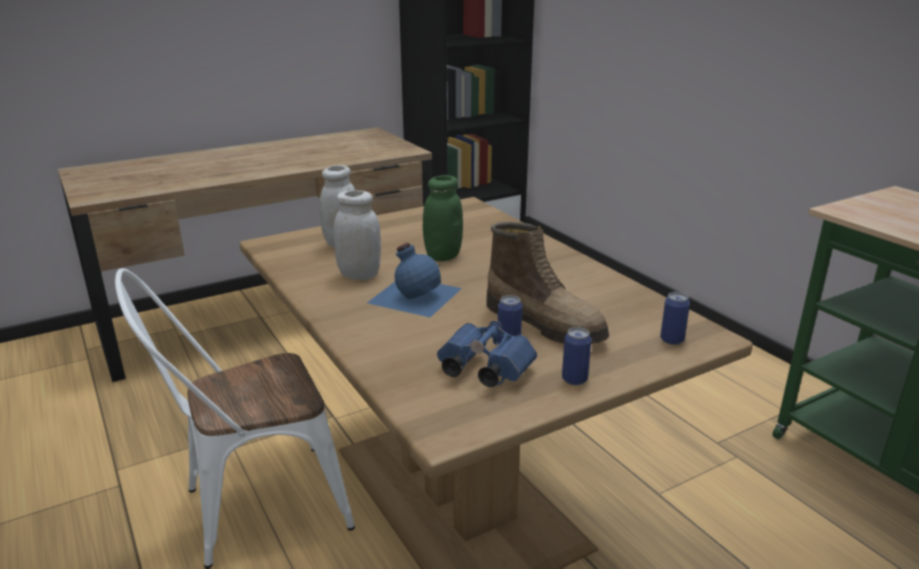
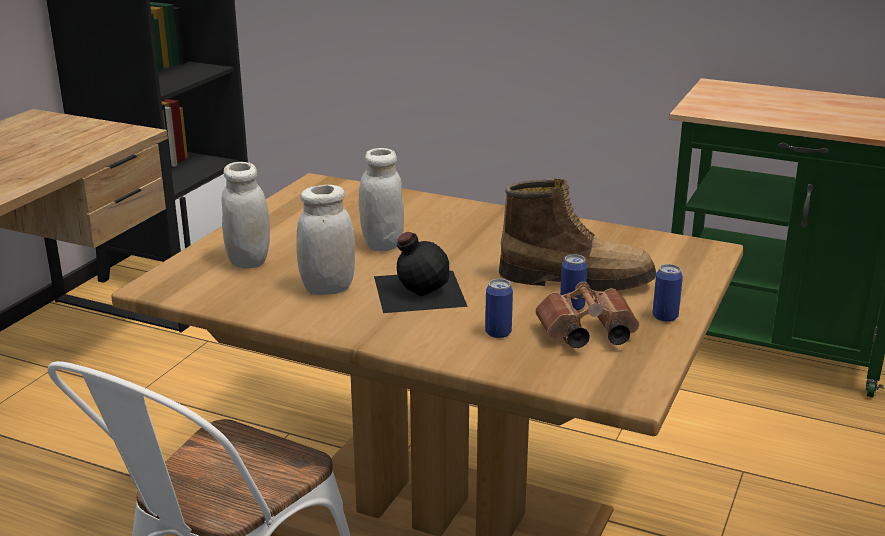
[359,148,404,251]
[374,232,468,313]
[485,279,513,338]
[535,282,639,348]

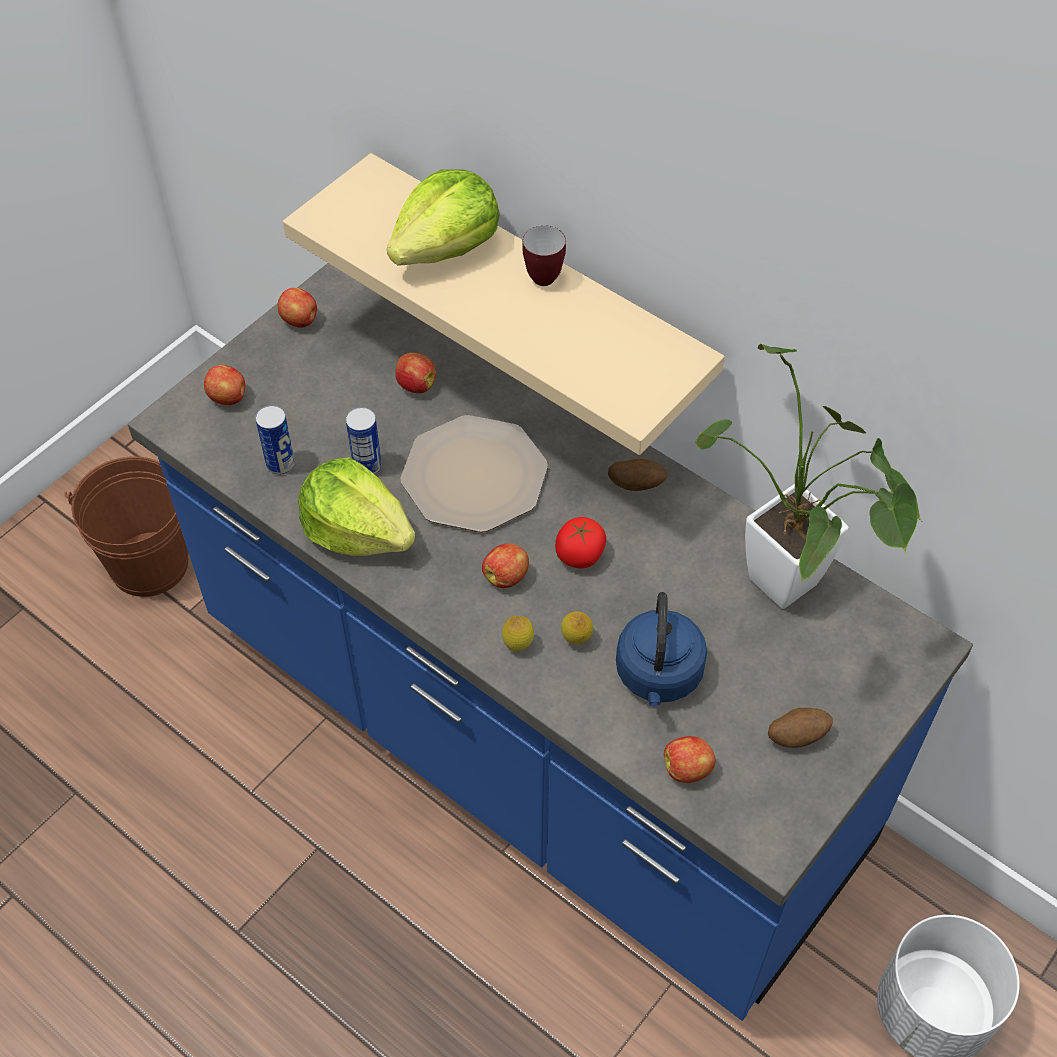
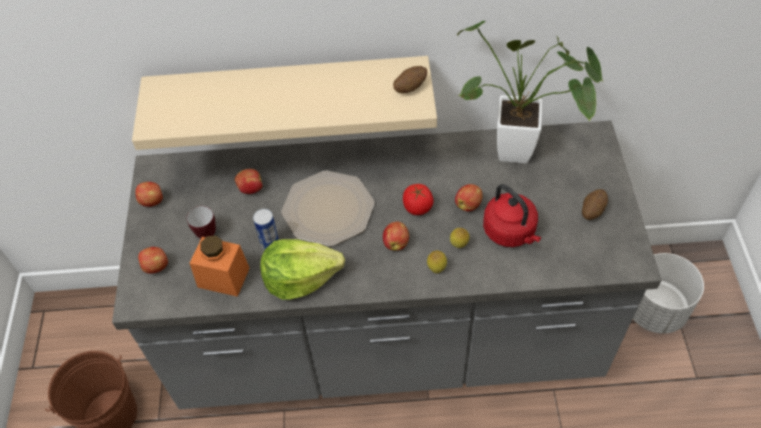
[112,121,661,409]
[187,206,216,239]
[190,235,250,297]
[393,66,427,93]
[455,184,483,212]
[483,184,541,247]
[387,170,499,265] (first image)

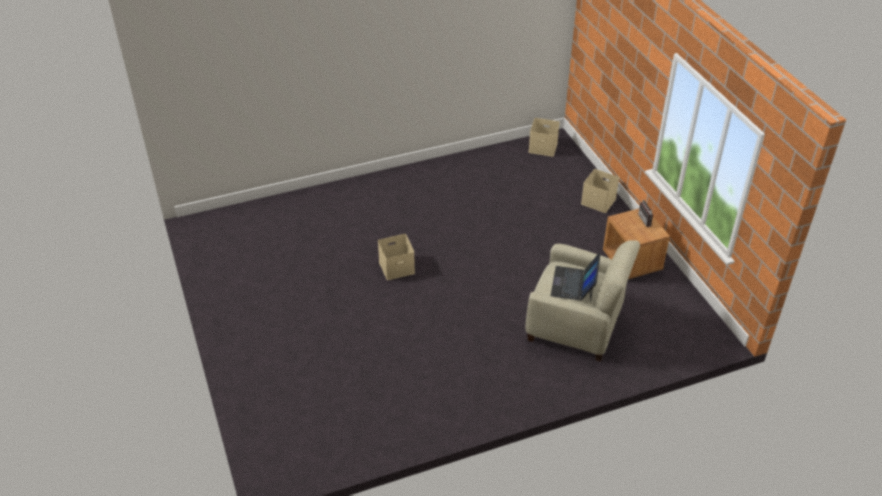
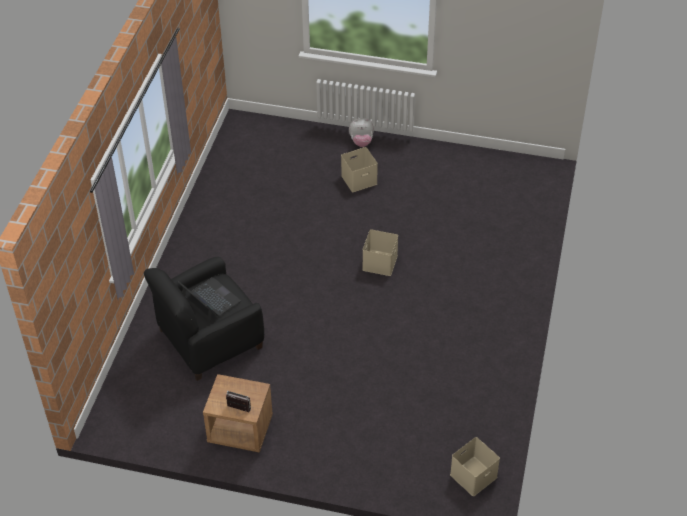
[144,257,264,381]
[341,147,378,192]
[349,118,374,147]

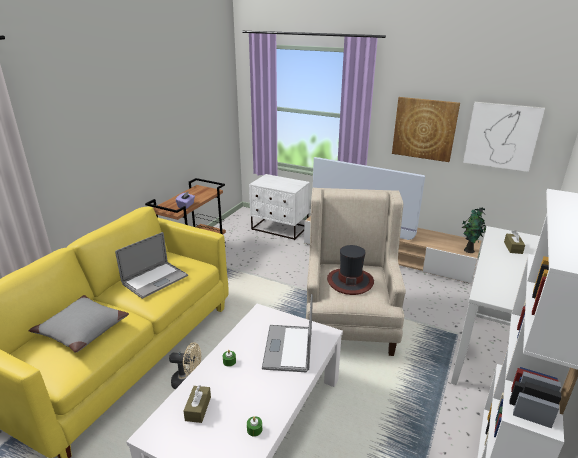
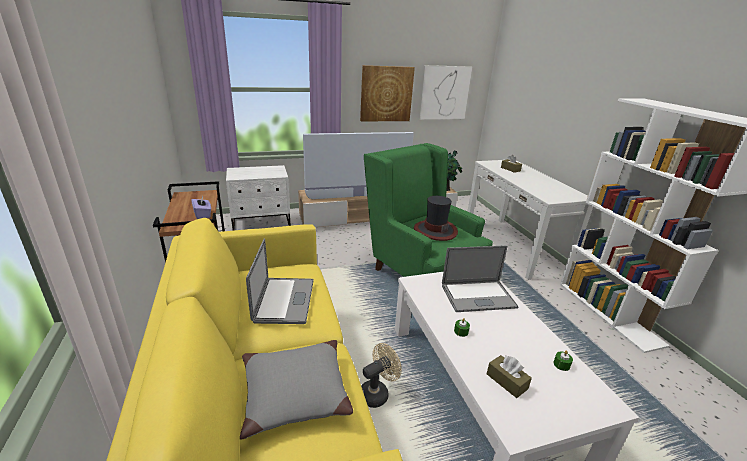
[364,143,493,277]
[442,246,519,312]

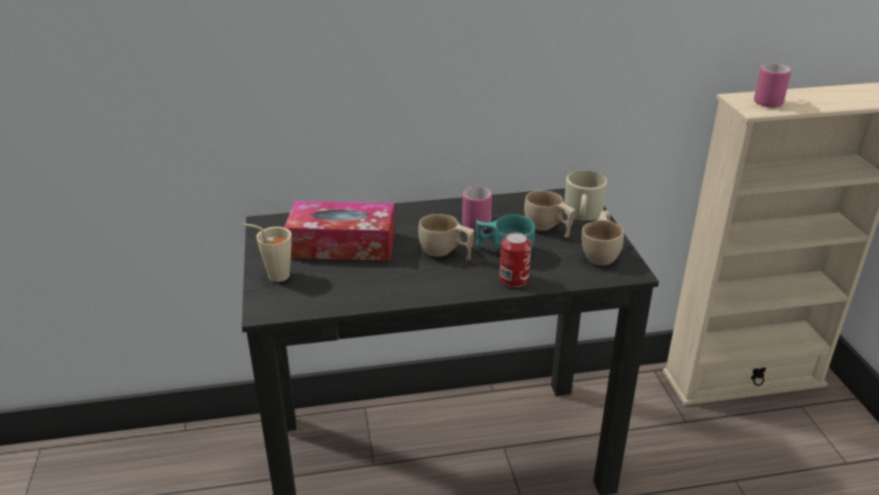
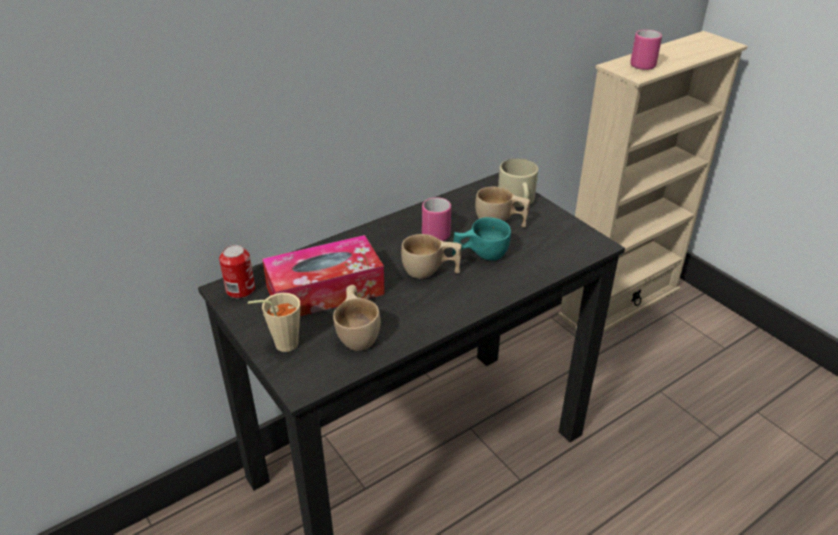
[219,245,255,299]
[333,285,381,351]

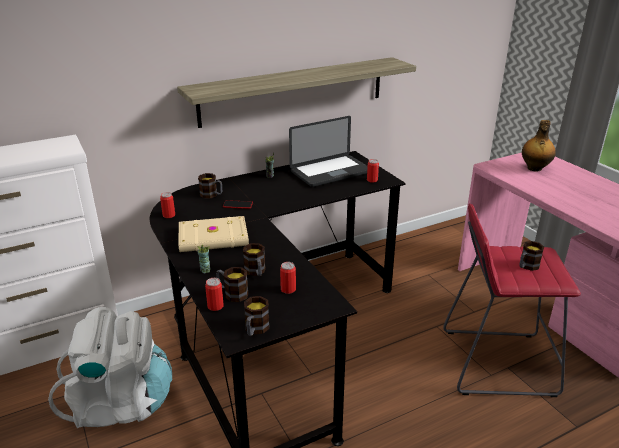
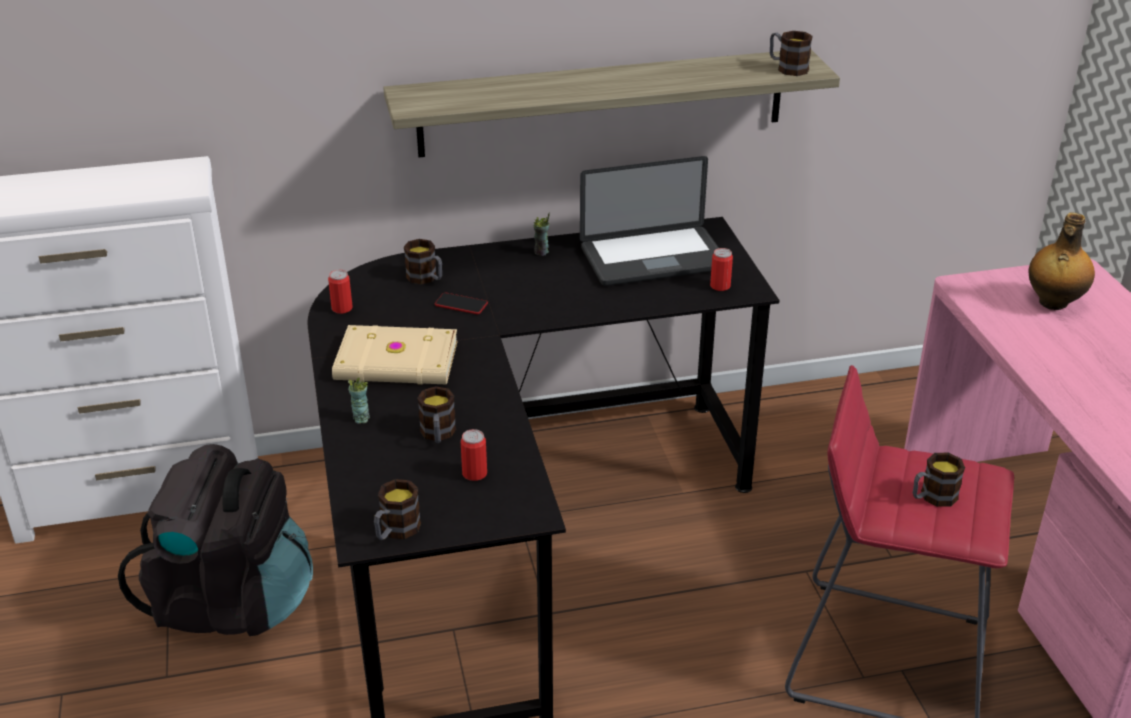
[118,444,313,636]
[770,31,813,76]
[205,278,224,311] (first image)

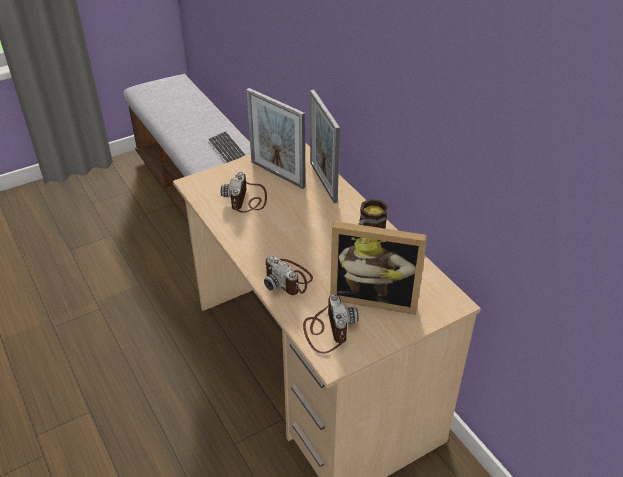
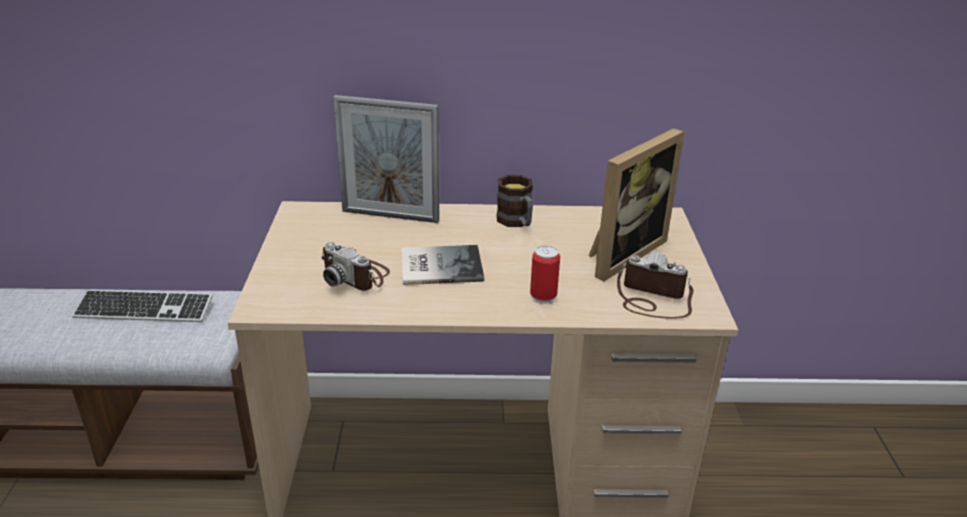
[401,245,484,285]
[530,245,560,304]
[246,88,305,189] (first image)

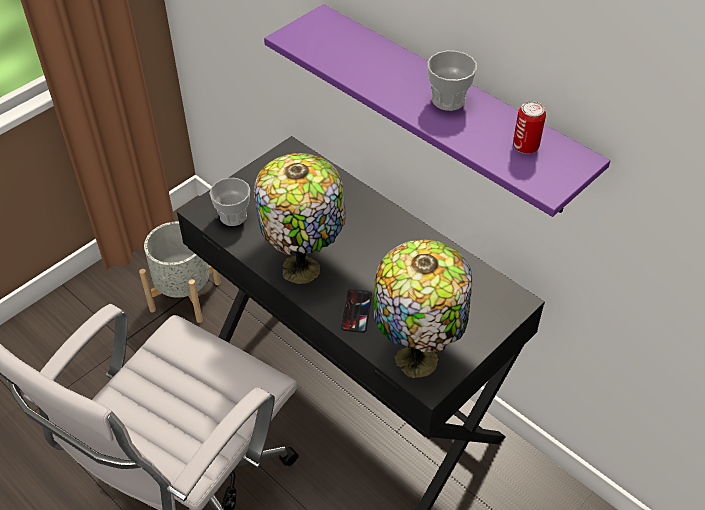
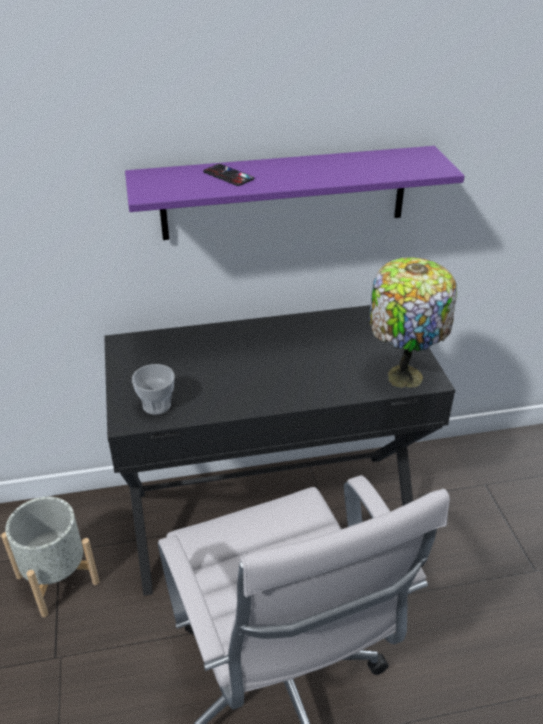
[203,164,254,186]
[254,153,346,284] (first image)
[427,51,477,111] (first image)
[513,101,546,154] (first image)

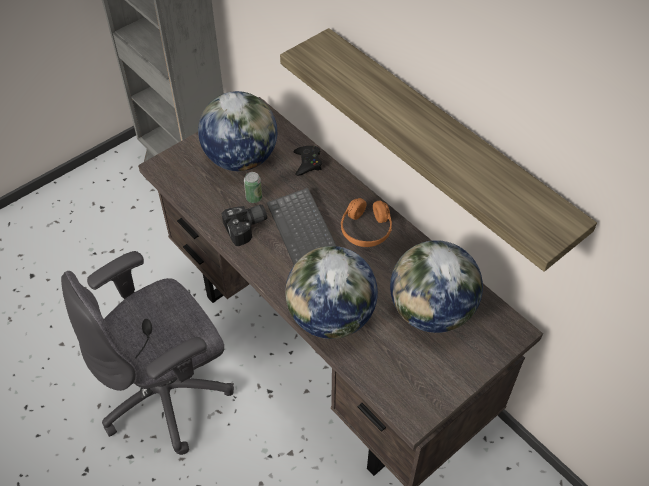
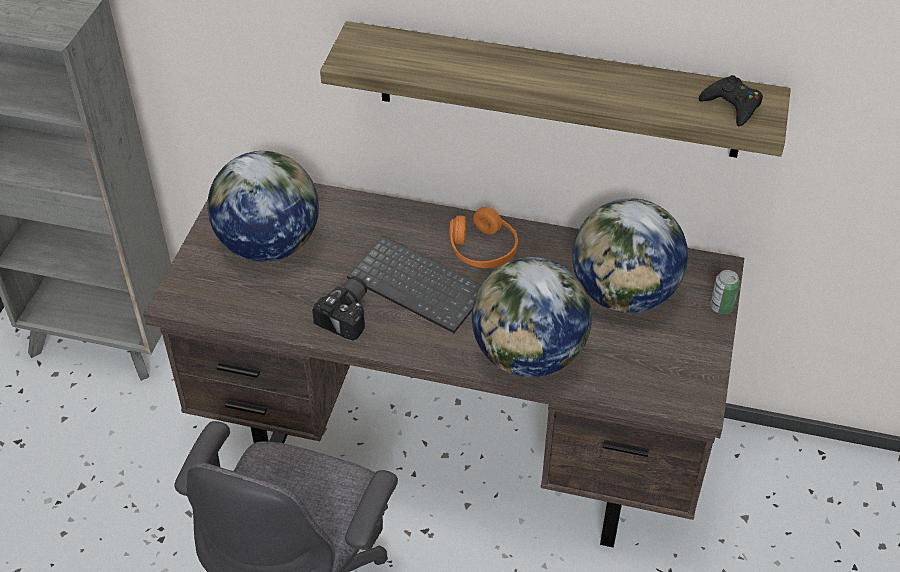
[699,75,763,126]
[710,270,740,314]

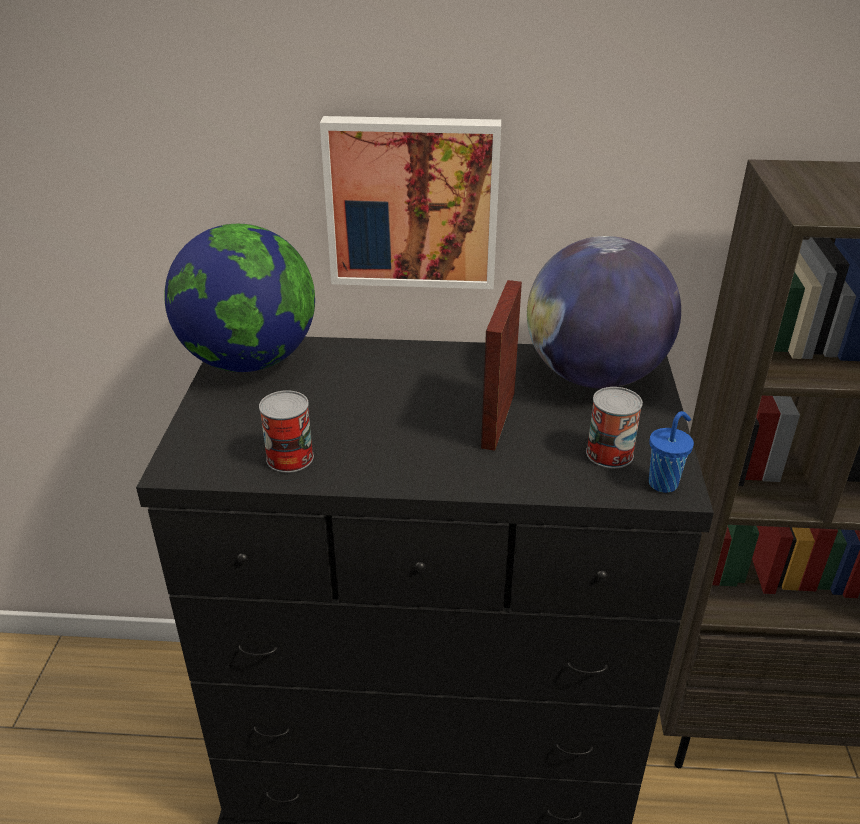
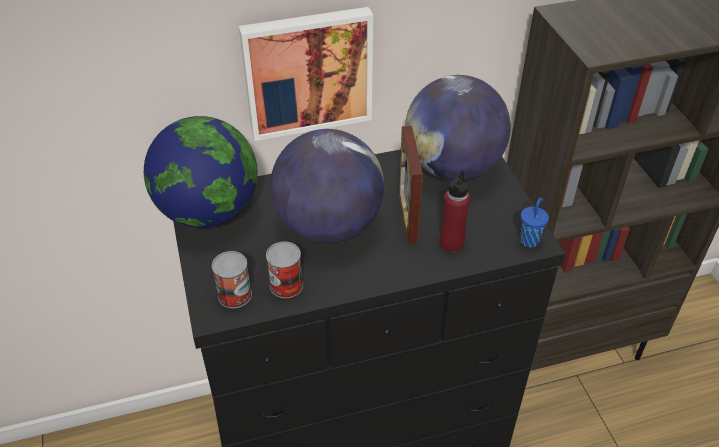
[212,251,252,308]
[270,129,384,243]
[439,170,470,253]

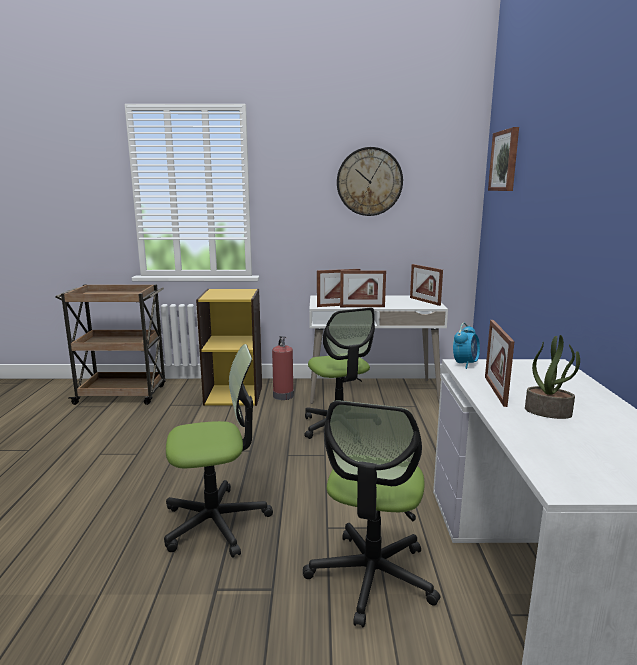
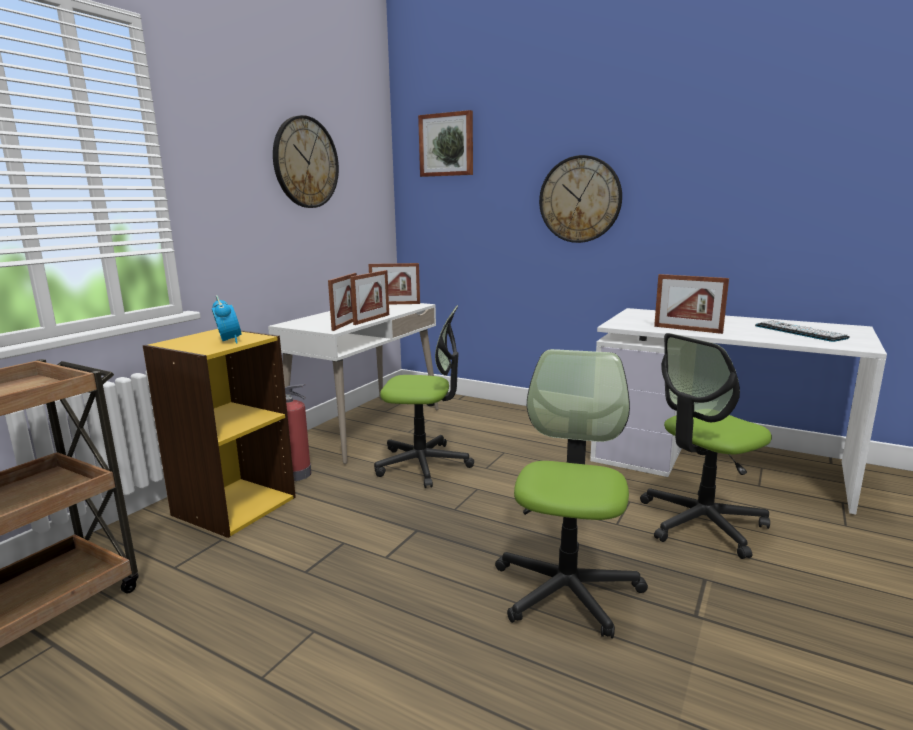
[212,295,241,344]
[539,155,622,243]
[640,333,772,559]
[755,320,849,342]
[525,335,580,419] (first image)

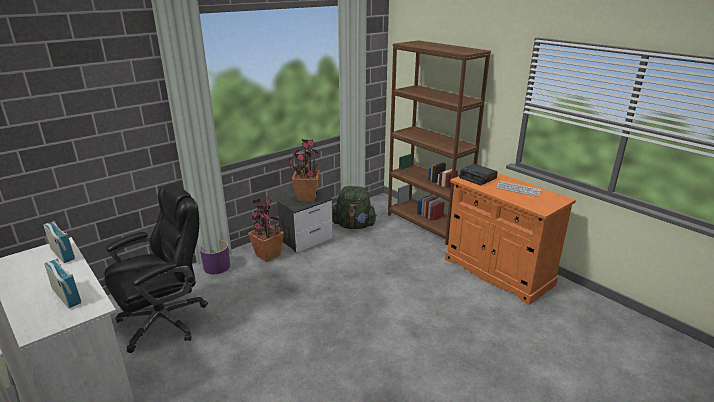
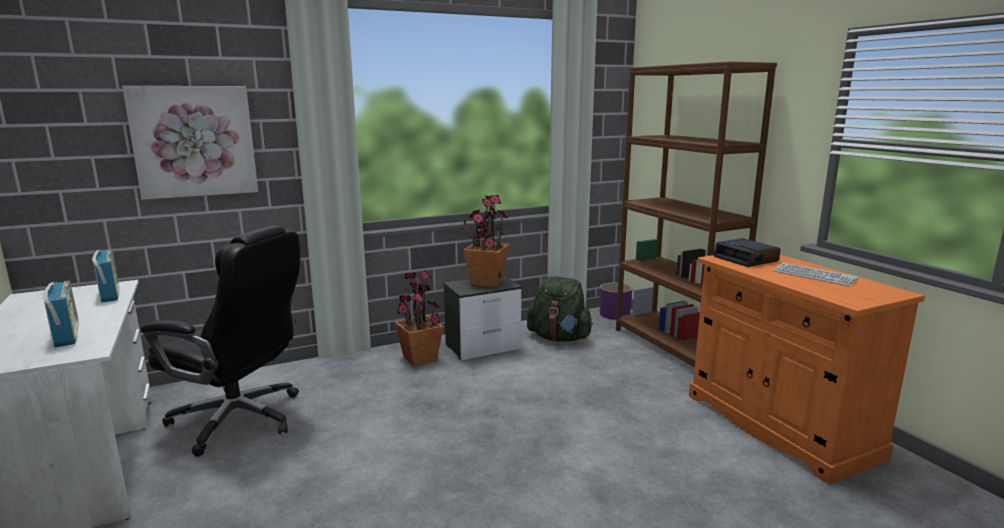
[122,86,258,200]
[141,225,300,457]
[600,283,632,320]

